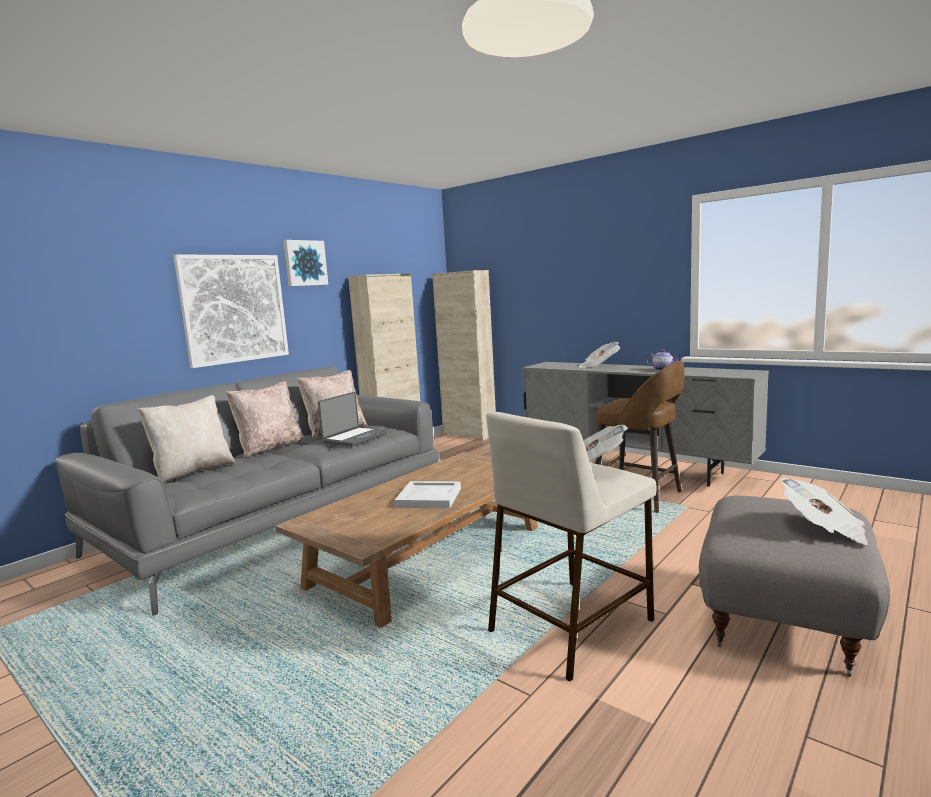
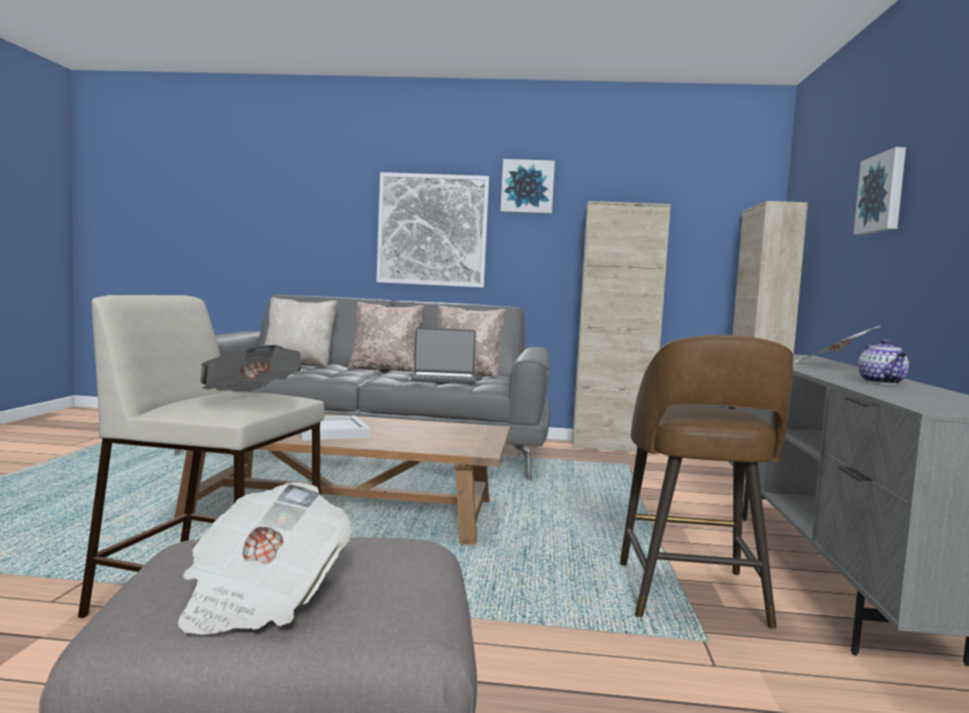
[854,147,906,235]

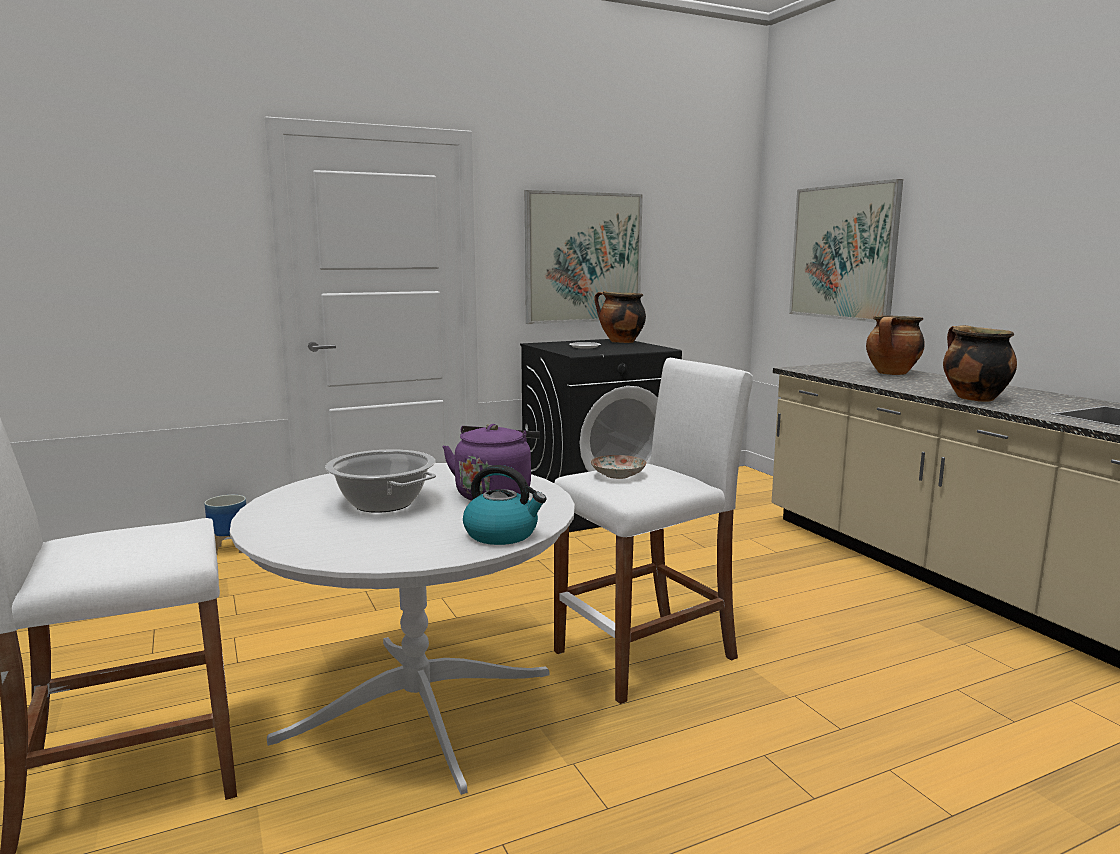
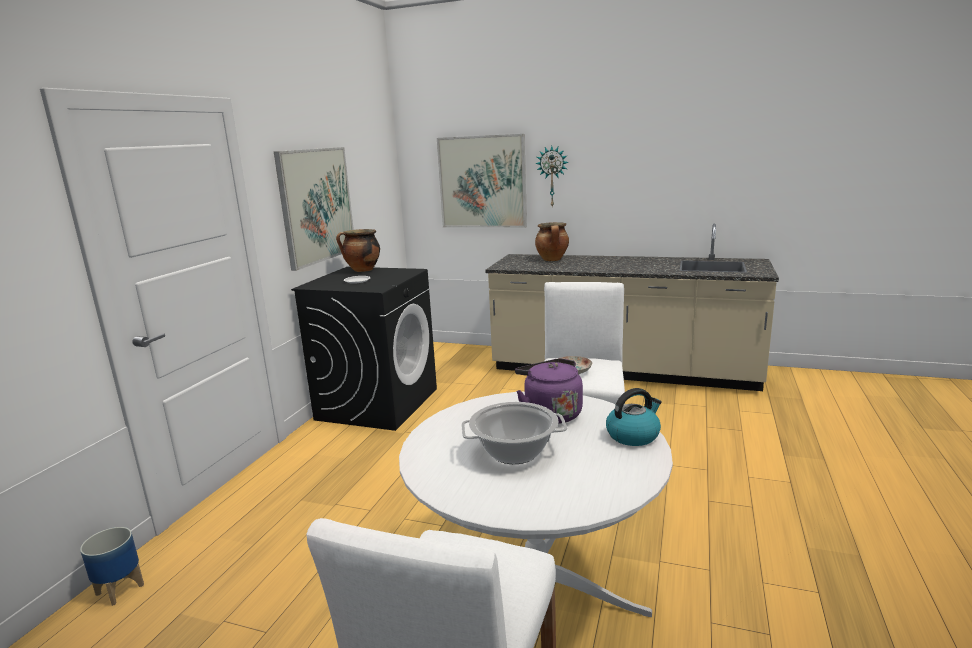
[535,146,569,208]
[943,325,1017,402] (first image)

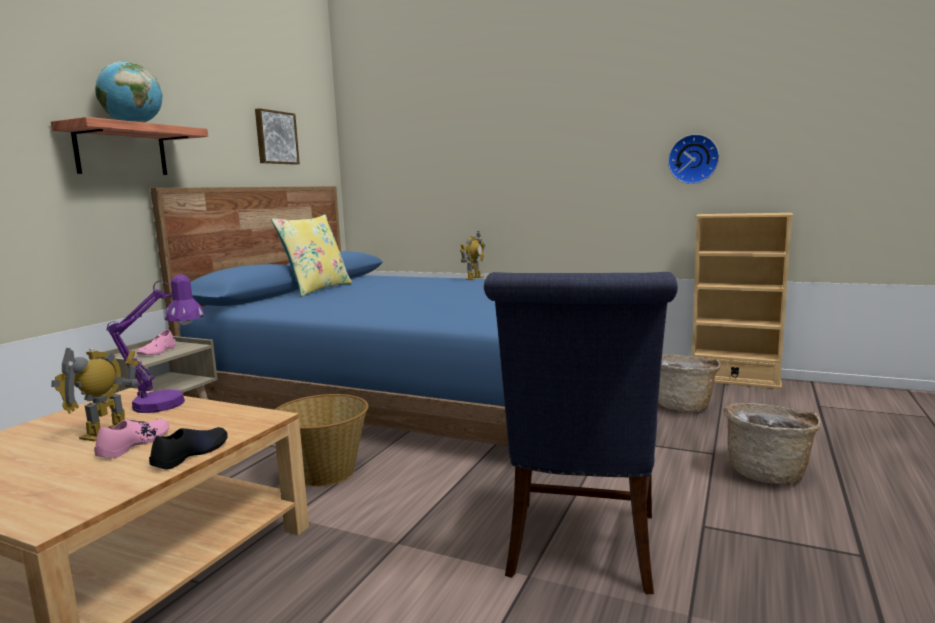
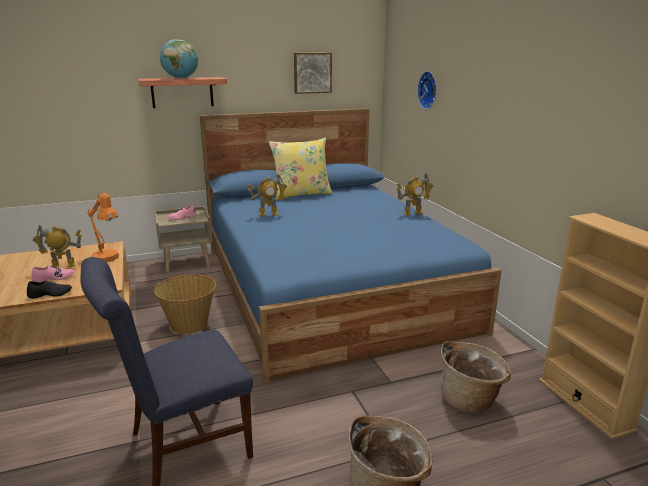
[87,193,119,262]
[248,173,287,216]
[417,71,437,109]

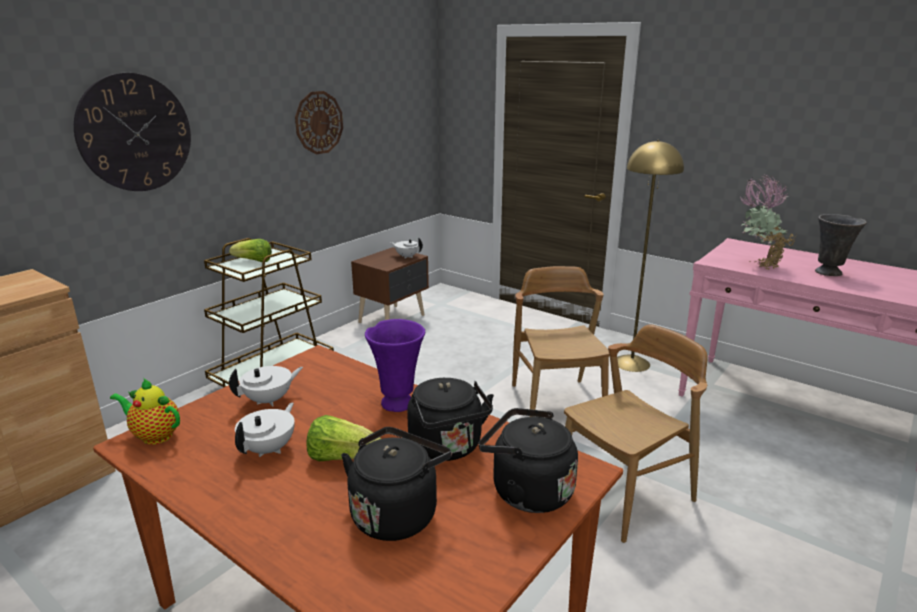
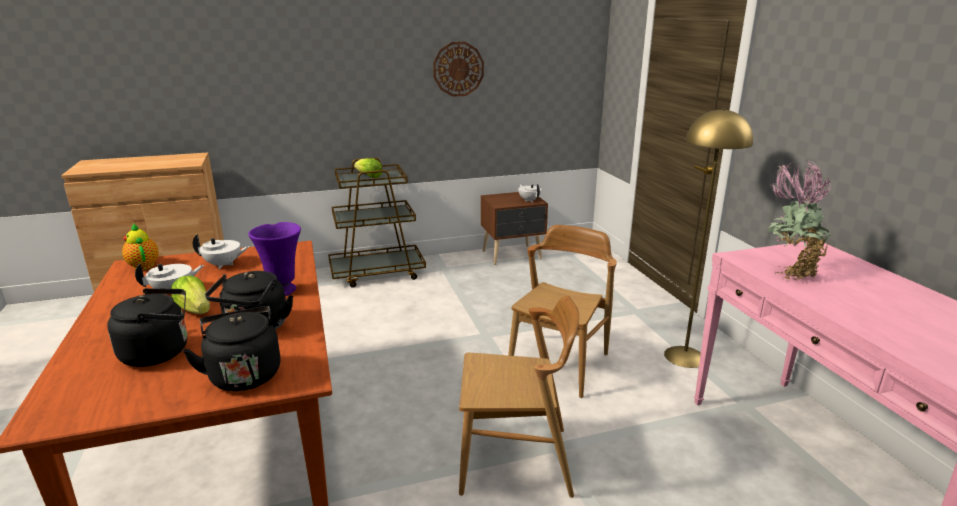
[74,73,191,191] (first image)
[815,214,867,276] (first image)

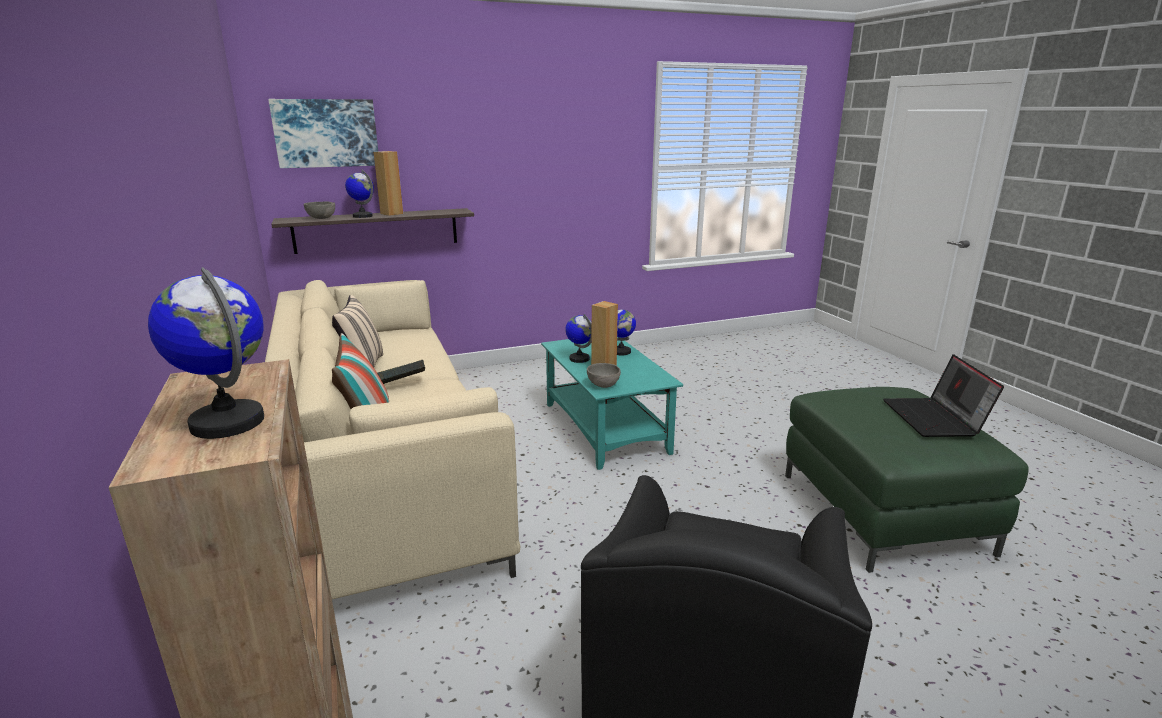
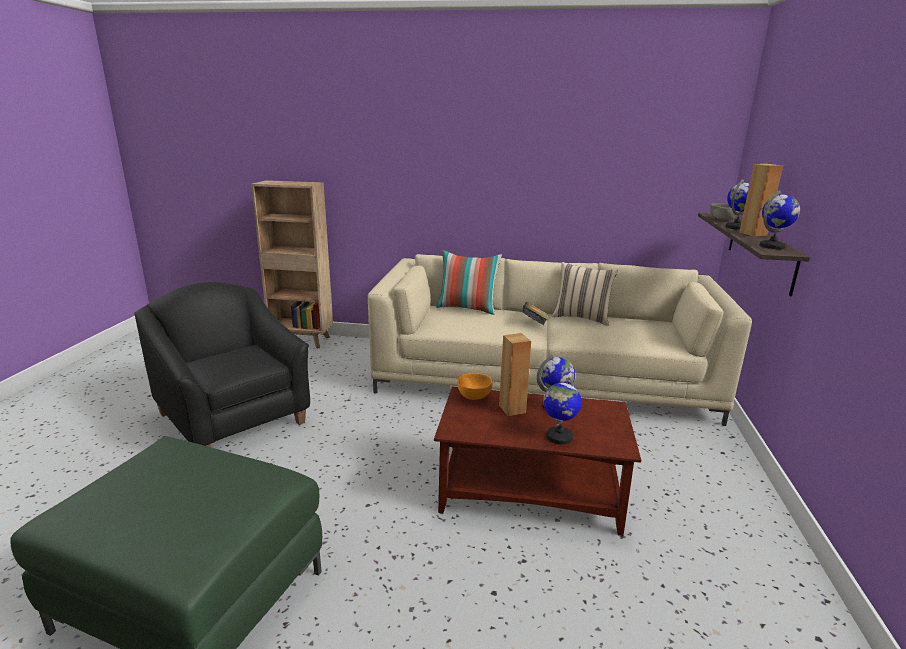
[434,387,641,536]
[457,373,493,400]
[759,190,800,249]
[268,99,378,168] (first image)
[883,354,1004,437] (first image)

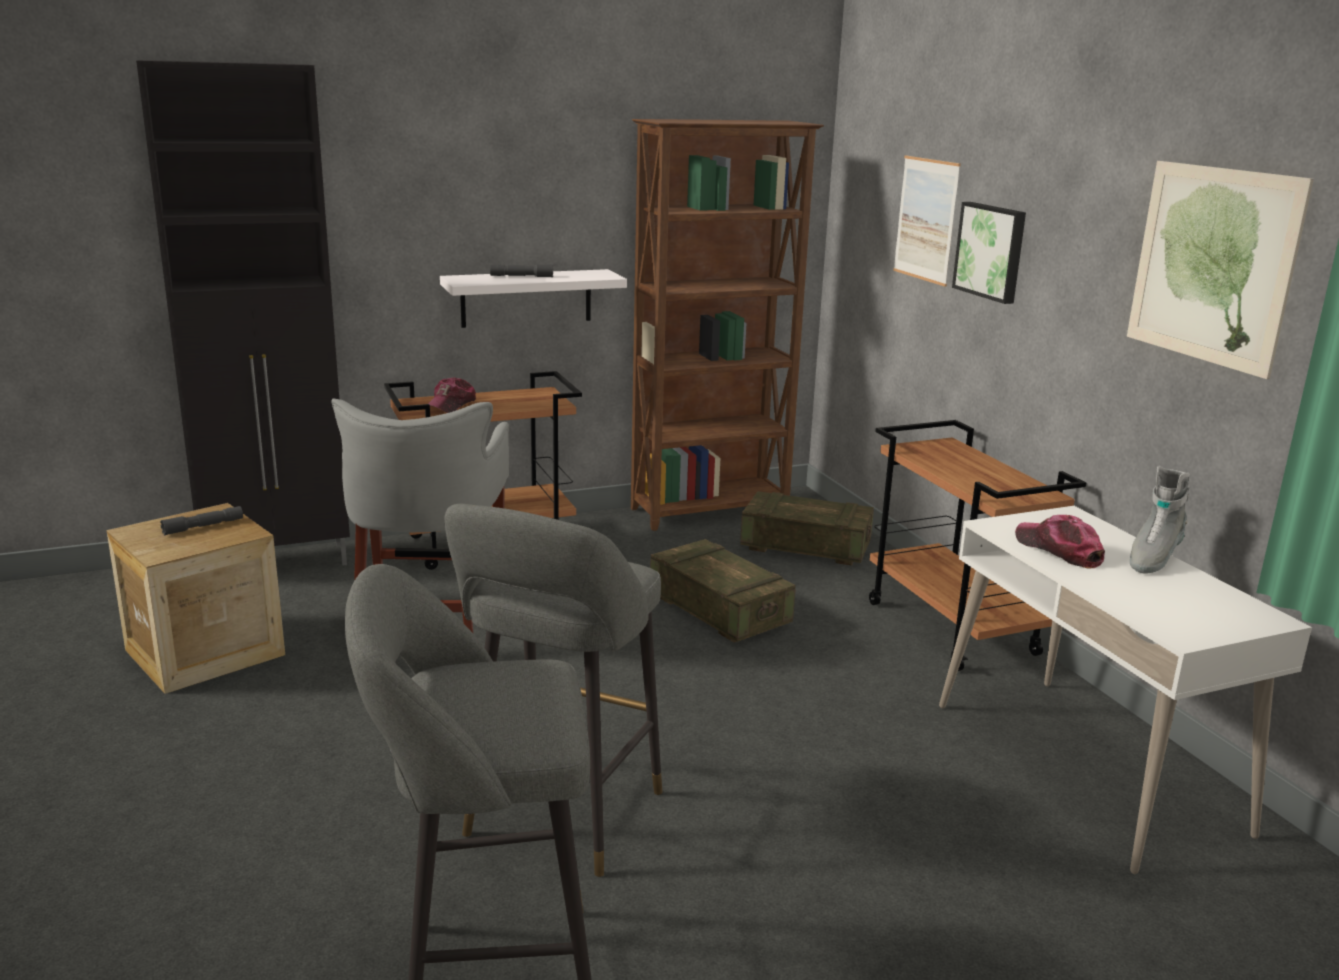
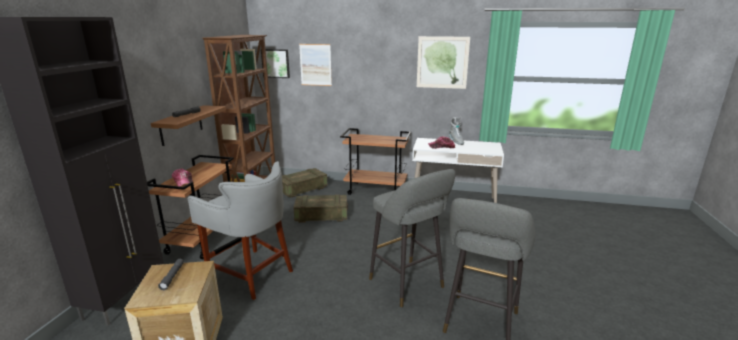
[151,105,226,146]
[261,49,290,78]

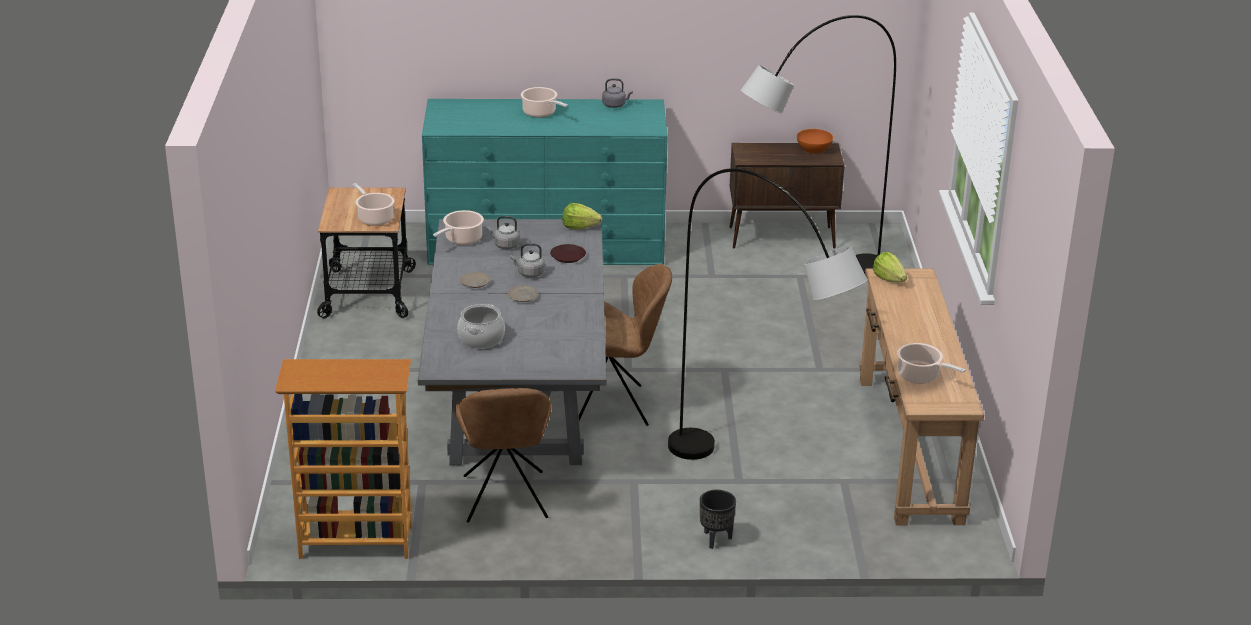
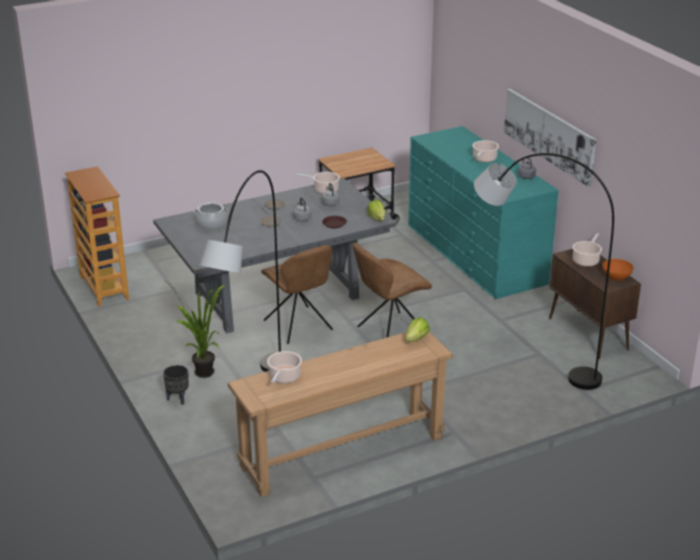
[167,282,226,378]
[353,243,432,338]
[504,88,596,187]
[572,233,602,267]

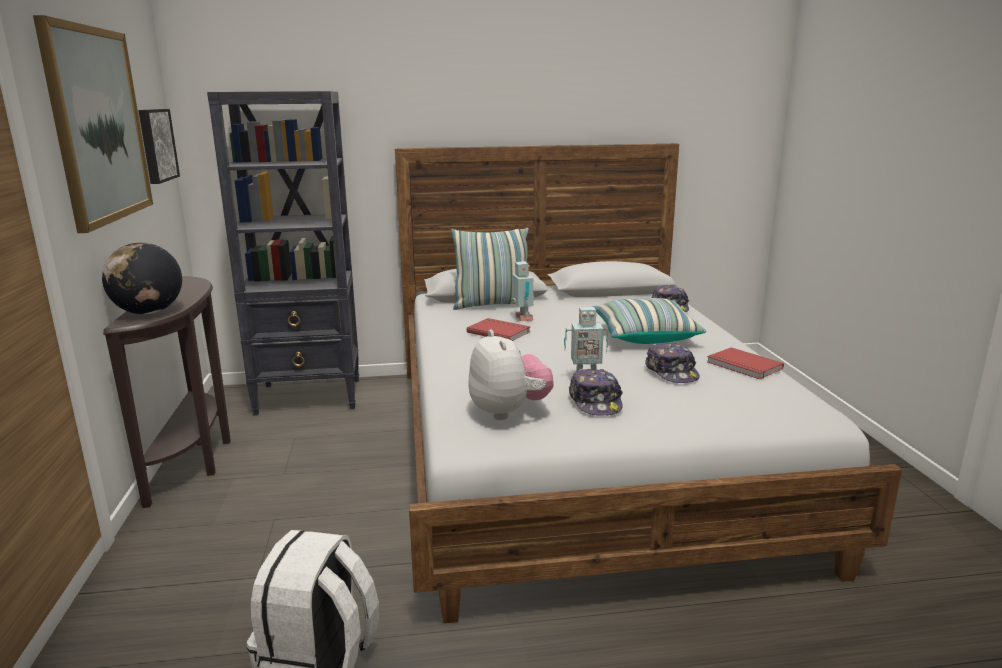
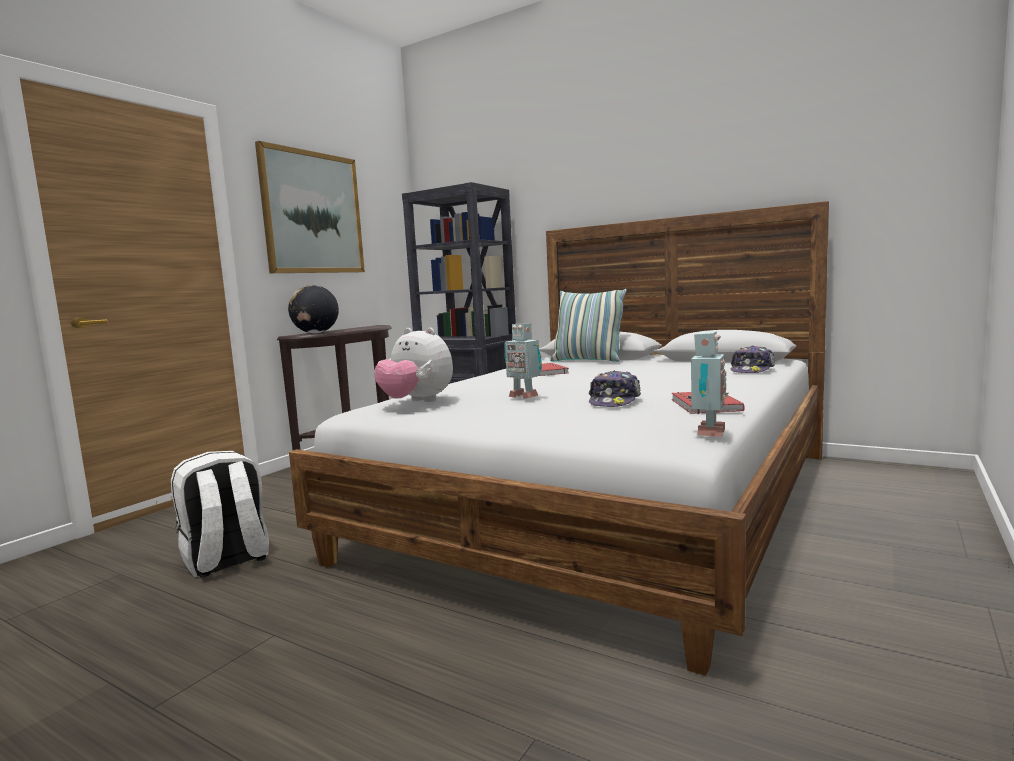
[374,328,453,402]
[688,331,729,437]
[138,109,180,184] (first image)
[569,368,623,416] (first image)
[593,298,706,344] (first image)

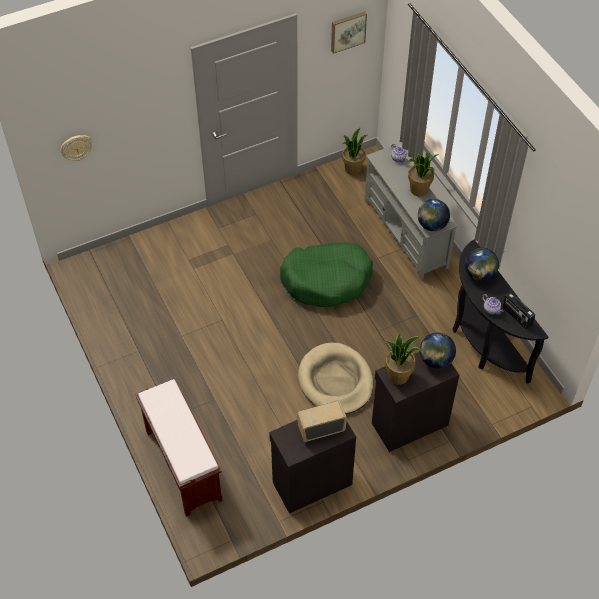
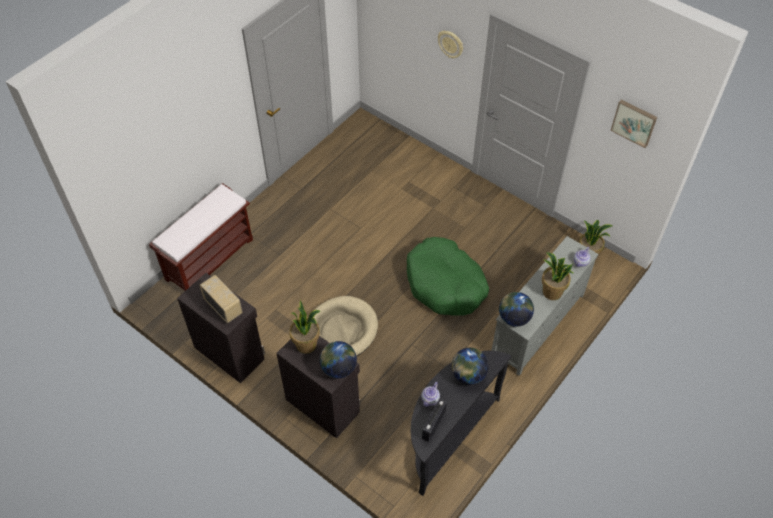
[438,31,463,58]

